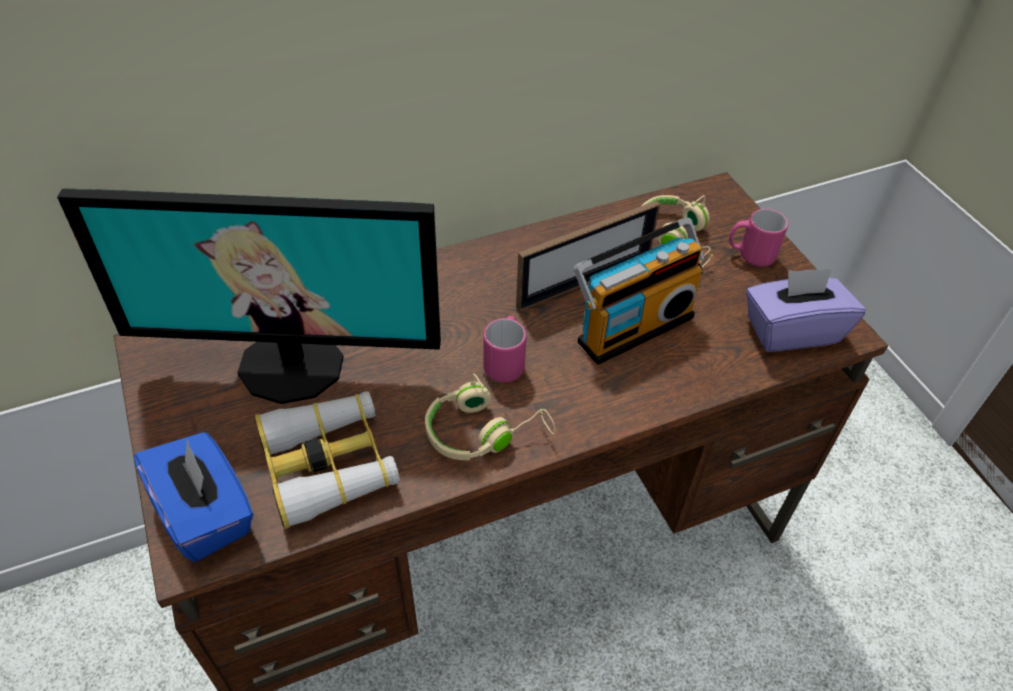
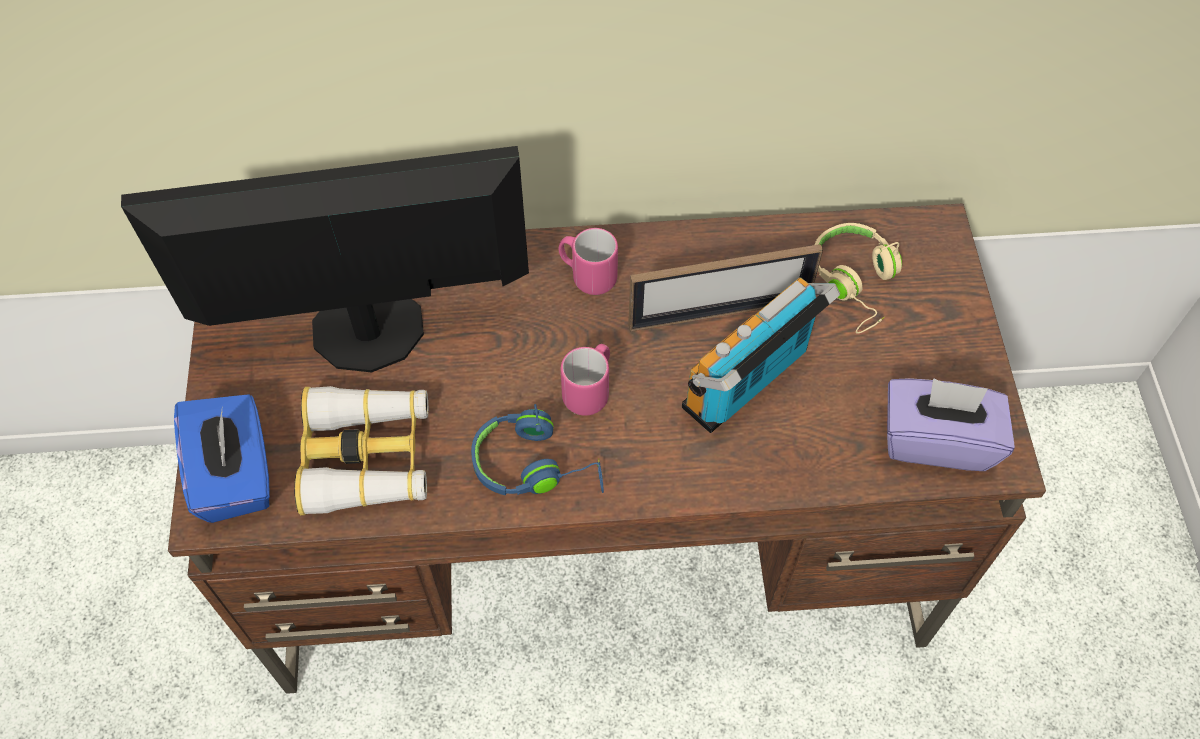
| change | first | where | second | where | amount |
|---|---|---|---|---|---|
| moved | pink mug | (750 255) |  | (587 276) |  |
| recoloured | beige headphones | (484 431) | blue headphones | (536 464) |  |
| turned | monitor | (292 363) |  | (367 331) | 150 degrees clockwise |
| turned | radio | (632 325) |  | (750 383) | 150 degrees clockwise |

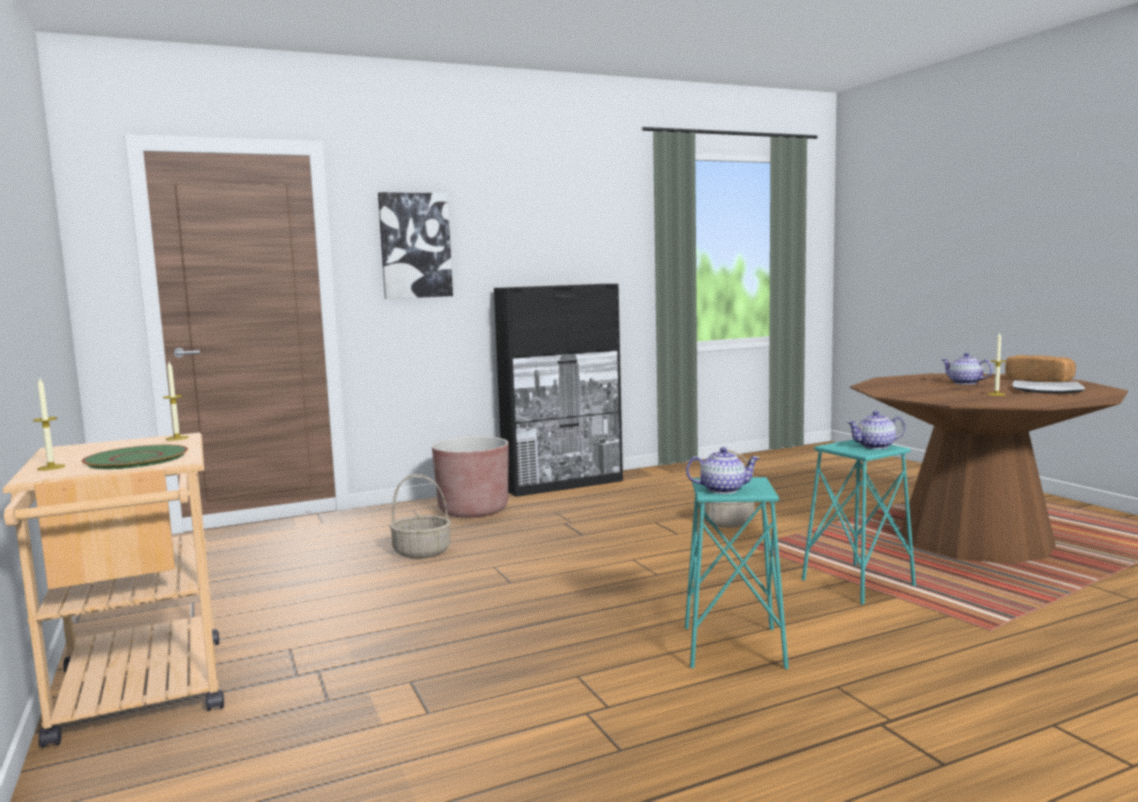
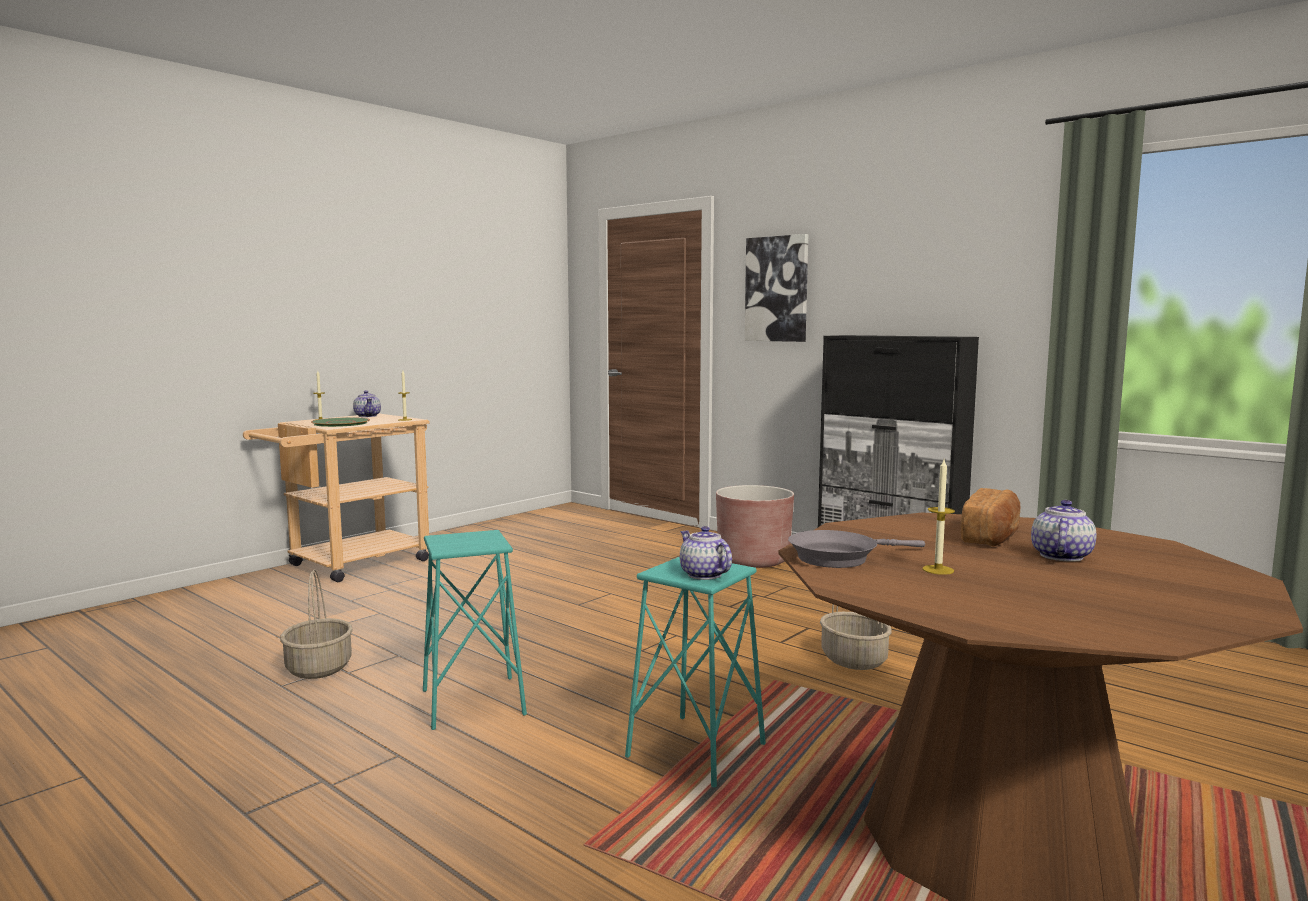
| change | first | where | second | where | amount |
|---|---|---|---|---|---|
| removed | plate | (1048 390) |  |  |  |
| added |  |  | grey frying pan | (839 558) |  |
| moved | basket | (422 552) |  | (319 668) |  |
| moved | teapot | (723 489) |  | (368 416) |  |
| moved | bread | (1039 380) |  | (991 536) |  |

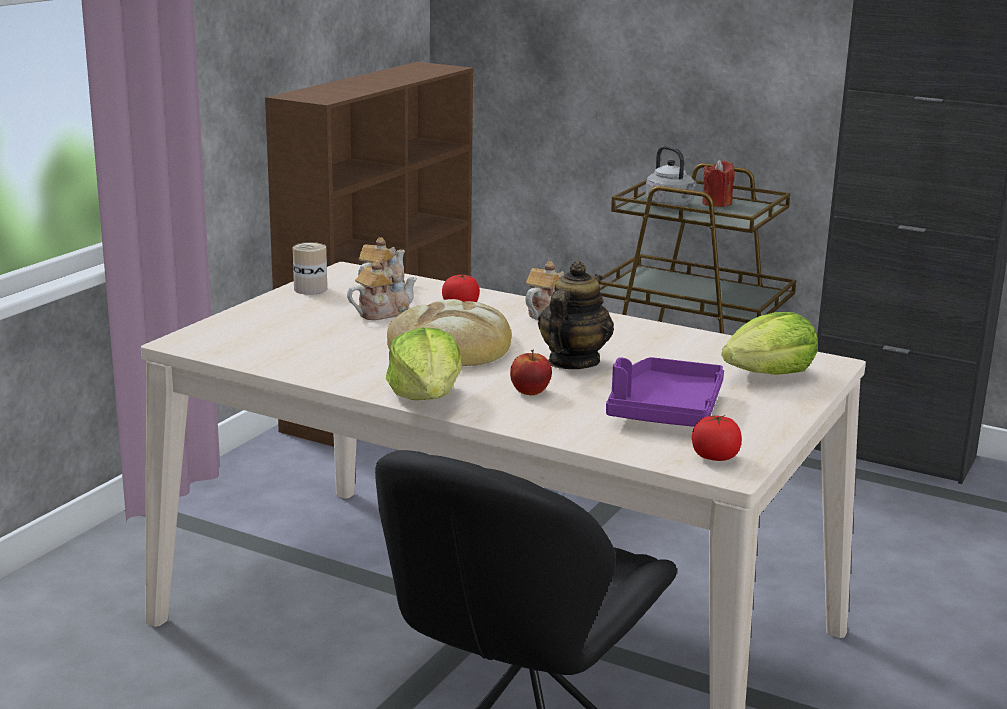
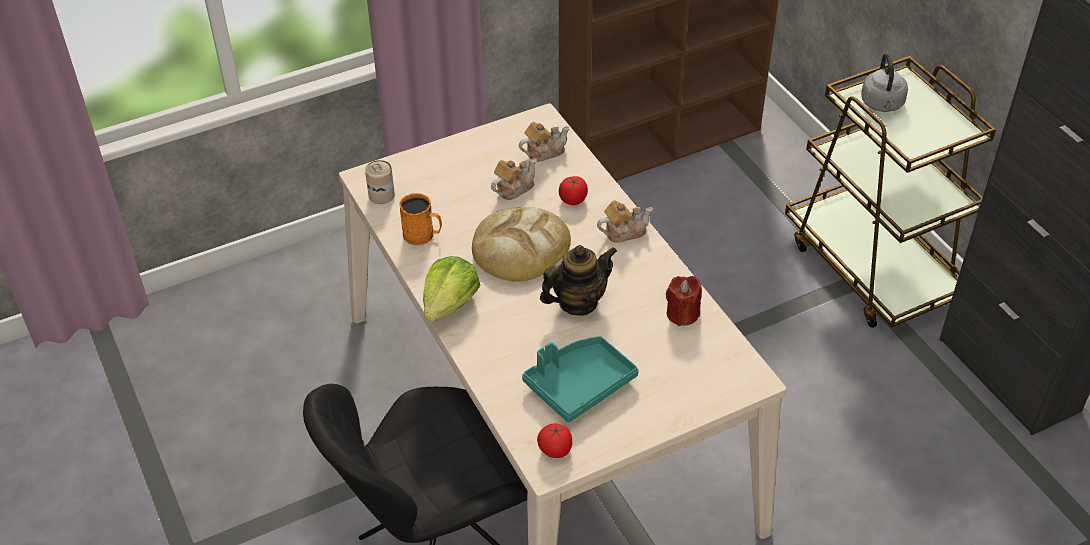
| change | first | where | second | where | amount |
|---|---|---|---|---|---|
| removed | apple | (530 392) |  |  |  |
| removed | lettuce | (769 374) |  |  |  |
| added |  |  | orange mug | (422 235) |  |
| moved | can | (310 289) |  | (381 195) |  |
| moved | red candle | (717 203) |  | (682 314) |  |
| recoloured | purple tray | (665 410) | turquoise tray | (579 384) |  |
| turned | teapot | (382 313) |  | (514 188) | 45 degrees counterclockwise |

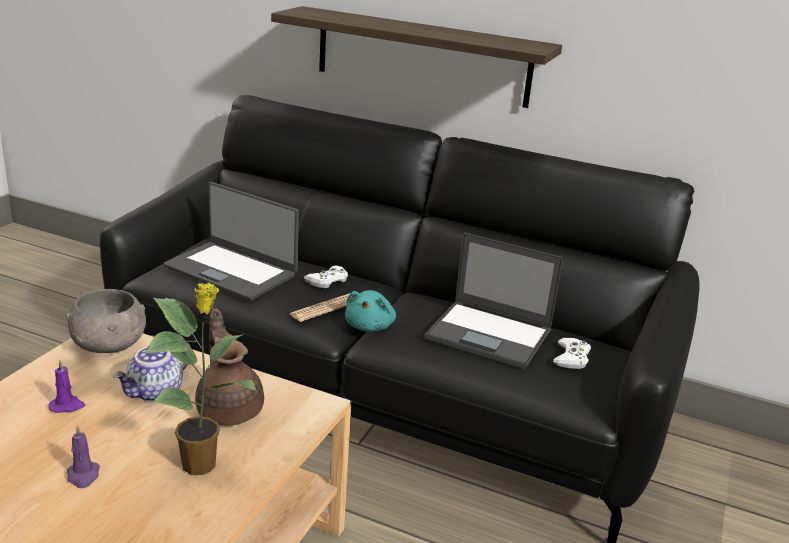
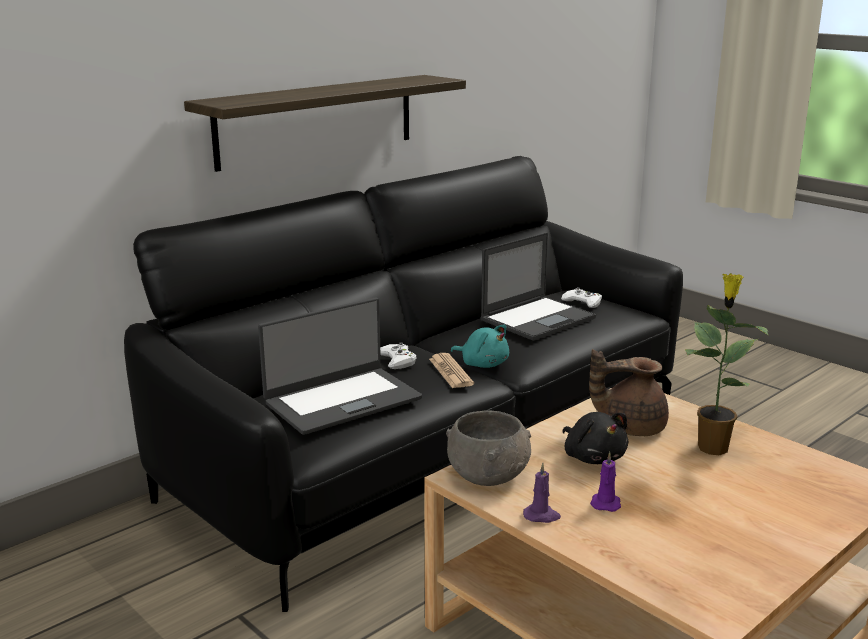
| change | first | where | second | where | amount |
|---|---|---|---|---|---|
| moved | purple candle | (83 476) |  | (542 516) |  |
| replaced | teapot | (156 392) | black plush toy | (593 457) |  |

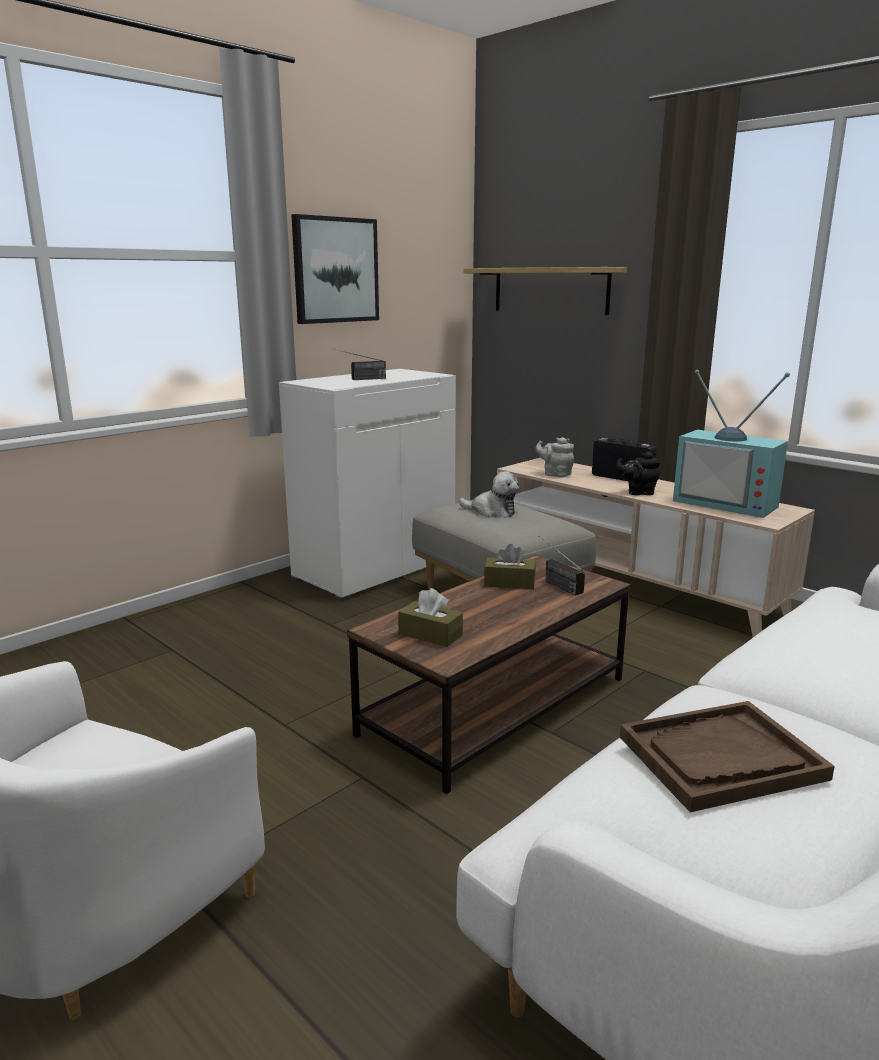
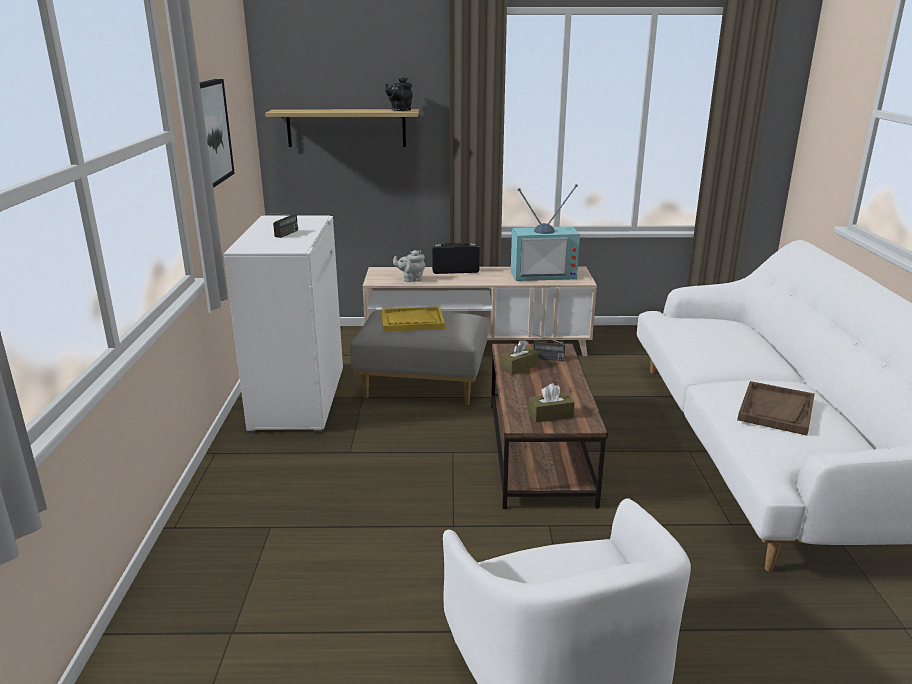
| change | first | where | second | where | amount |
|---|---|---|---|---|---|
| moved | black teapot | (638 492) |  | (400 110) |  |
| replaced | plush toy | (492 512) | yellow tray | (412 321) |  |

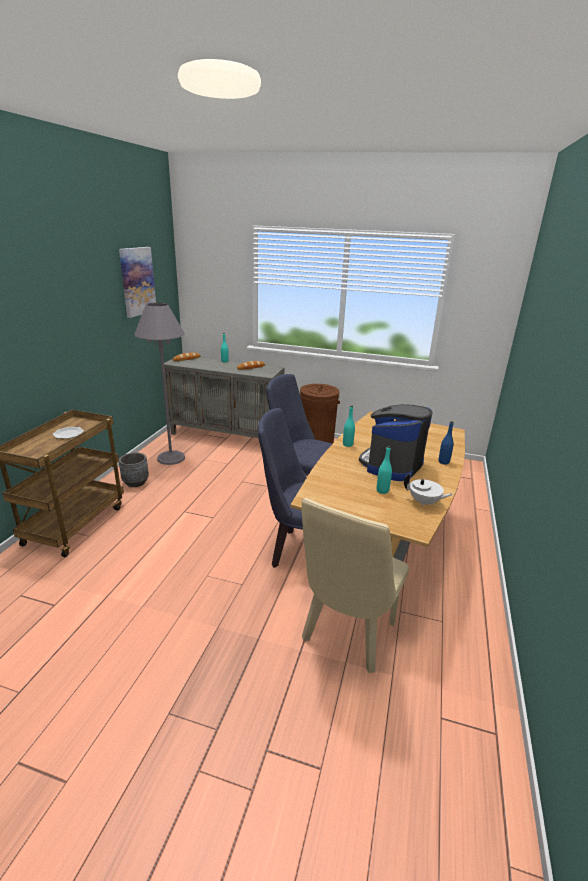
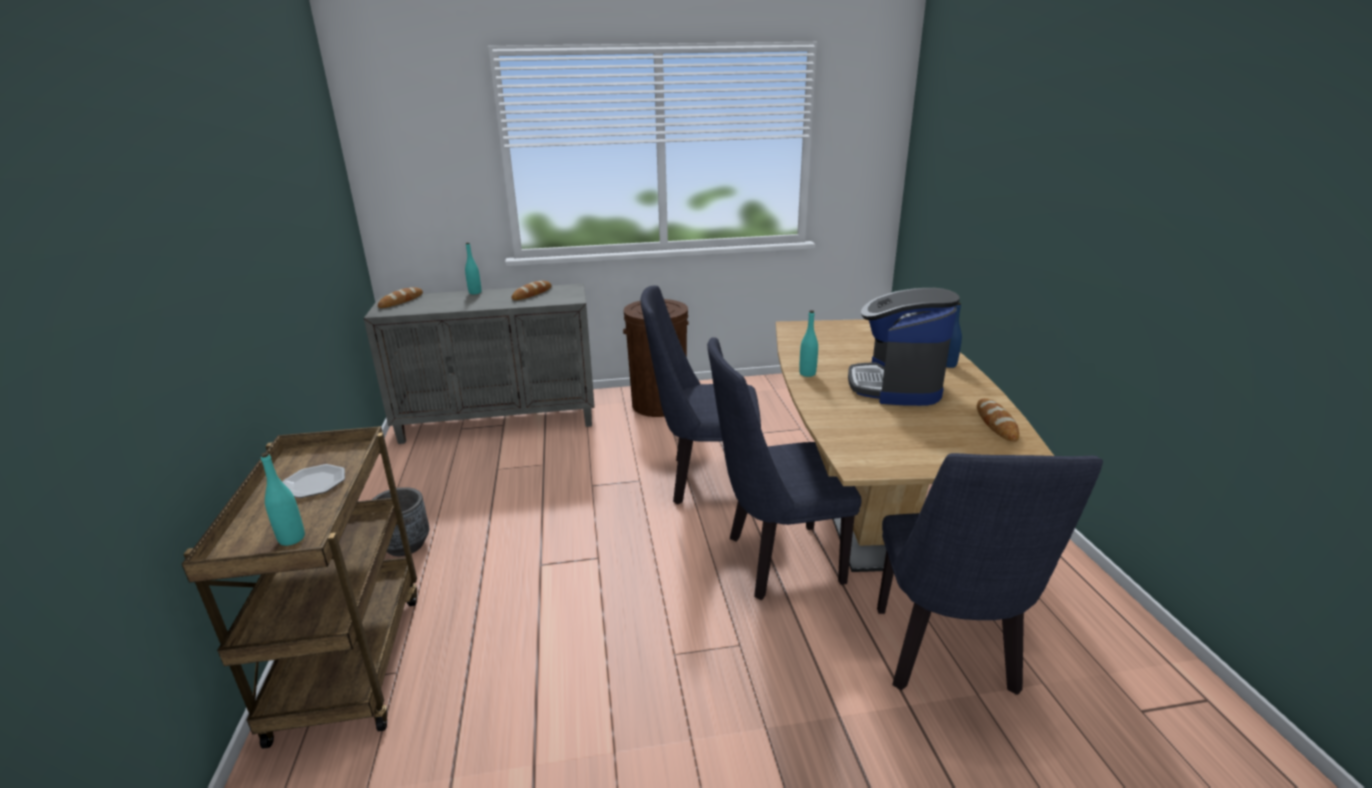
| change | first | where | second | where | amount |
|---|---|---|---|---|---|
| removed | picture | (137 281) |  |  |  |
| removed | grey floor lamp | (171 458) |  |  |  |
| moved | turquoise bottle | (382 490) |  | (292 538) |  |
| replaced | white teapot | (424 502) | bread | (996 423) |  |
| recoloured | beige chair | (346 637) | blue chair | (946 659) |  |

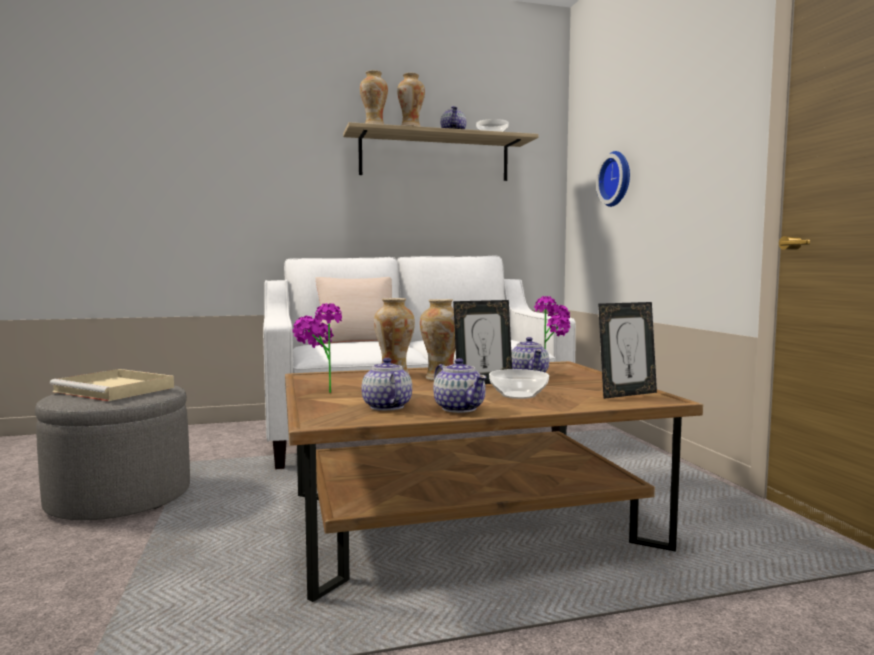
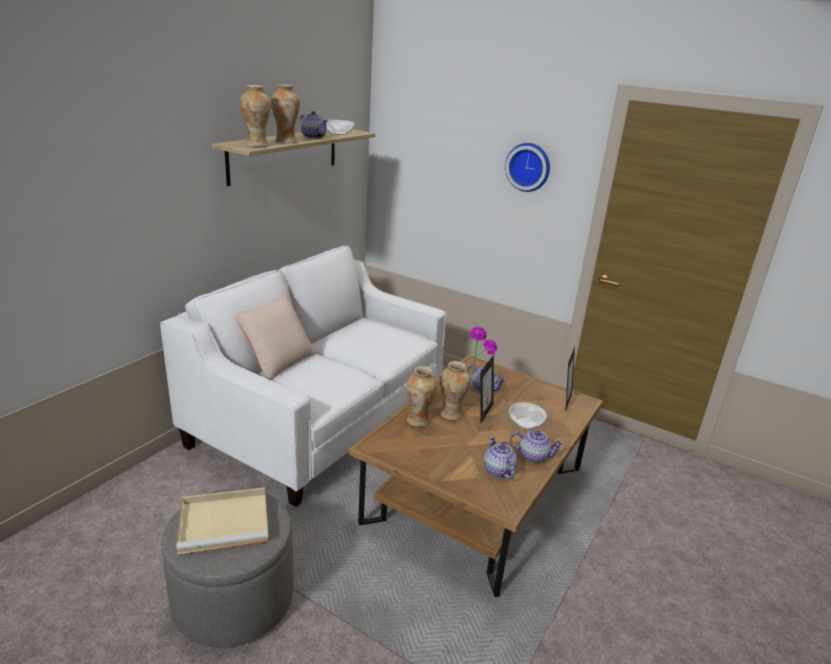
| change | first | where | second | where | amount |
|---|---|---|---|---|---|
| removed | potted plant | (318 392) |  |  |  |
| moved | wall clock | (617 179) |  | (529 167) |  |
| turned | teapot | (386 406) |  | (498 470) | 45 degrees clockwise |

